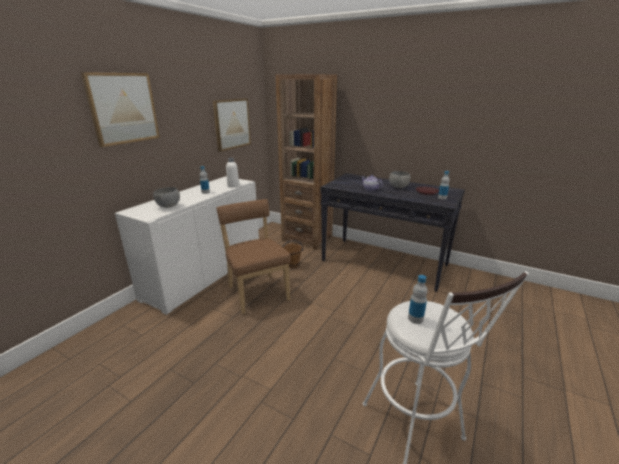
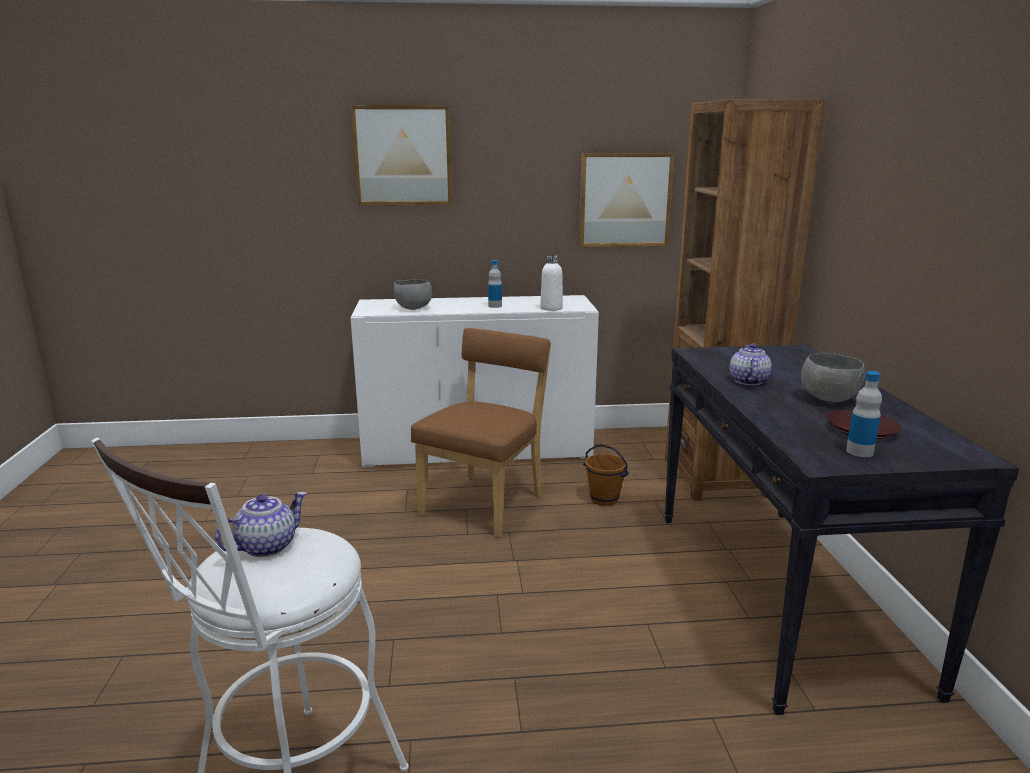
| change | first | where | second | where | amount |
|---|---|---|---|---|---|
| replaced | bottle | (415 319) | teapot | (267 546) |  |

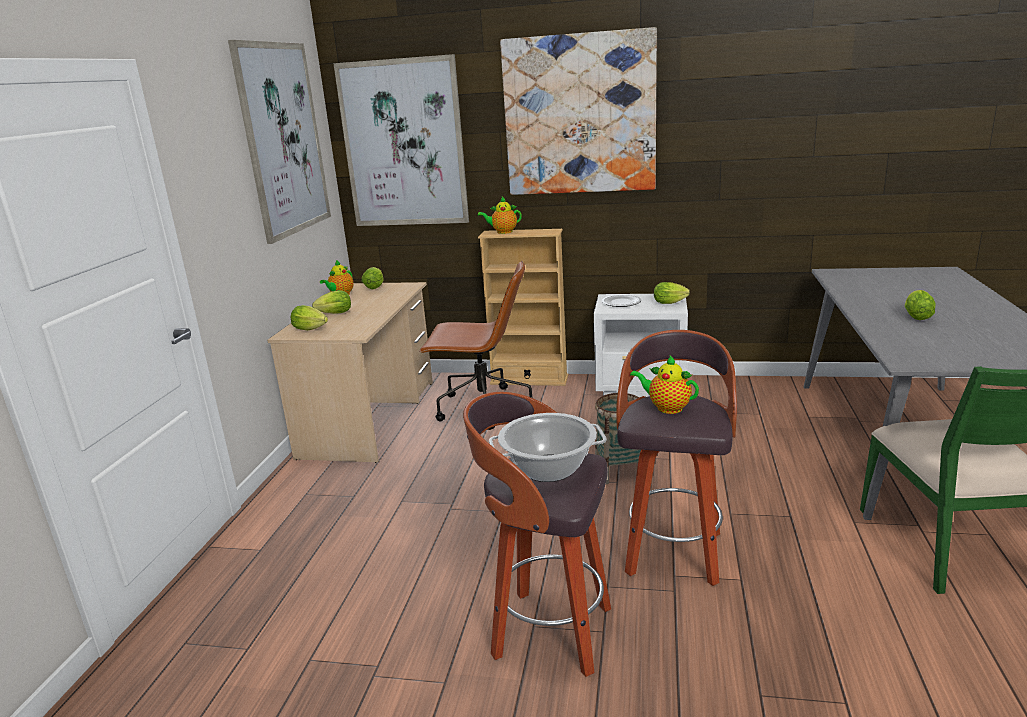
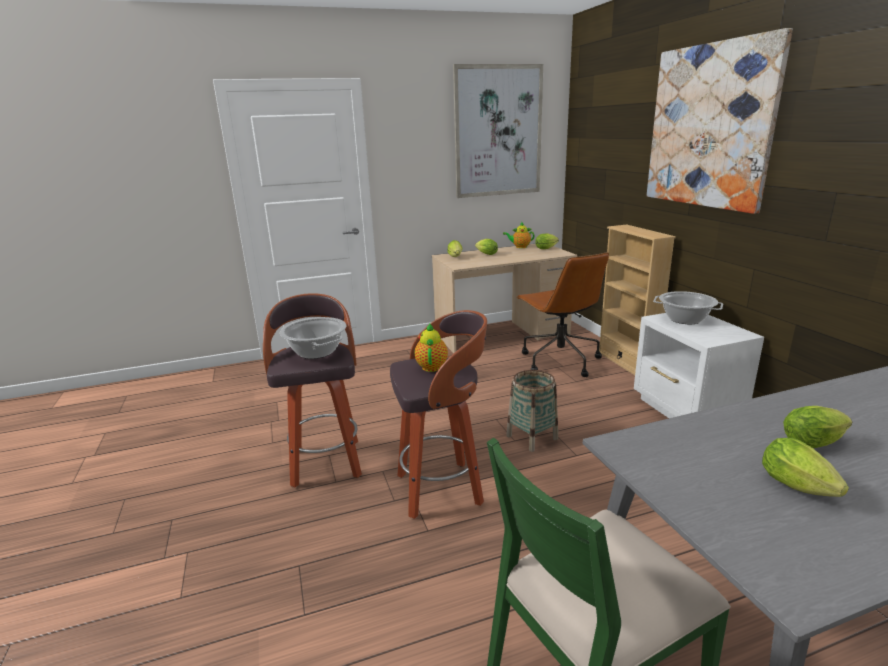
| change | first | where | second | where | amount |
|---|---|---|---|---|---|
| removed | picture | (403 144) |  |  |  |
| removed | teapot | (502 232) |  |  |  |
| moved | lettuce | (671 303) |  | (800 488) |  |
| replaced | plate | (621 302) | cooking pot | (685 319) |  |

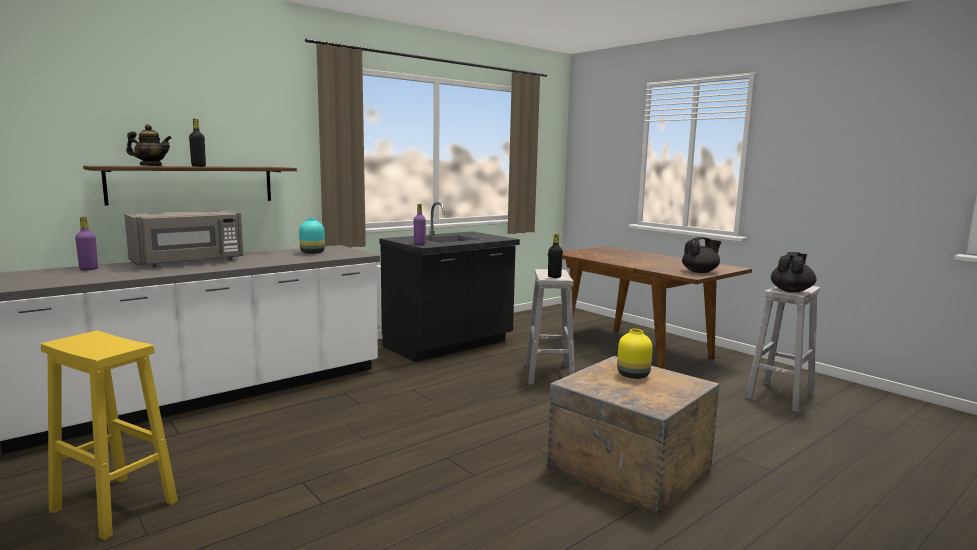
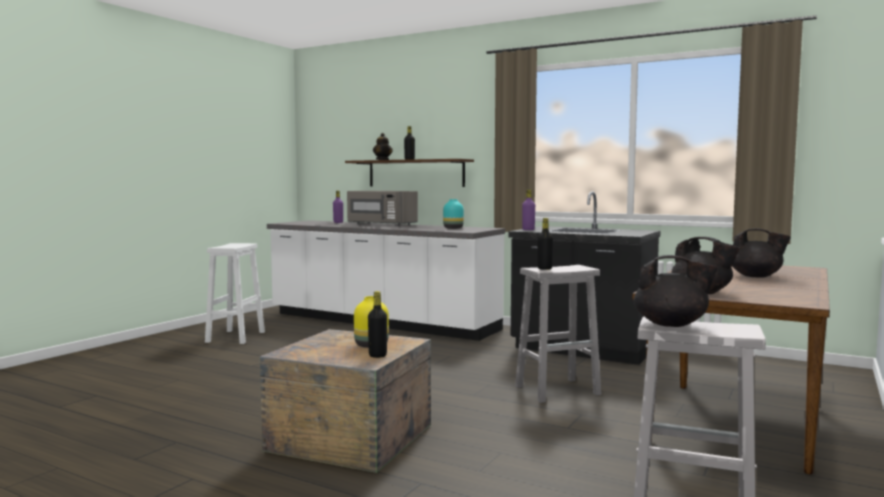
| change | first | where | second | where | amount |
|---|---|---|---|---|---|
| added |  |  | black bottle | (377 355) |  |
| added |  |  | black teapot | (756 276) |  |
| recoloured | yellow stool | (113 506) | white stool | (236 337) |  |

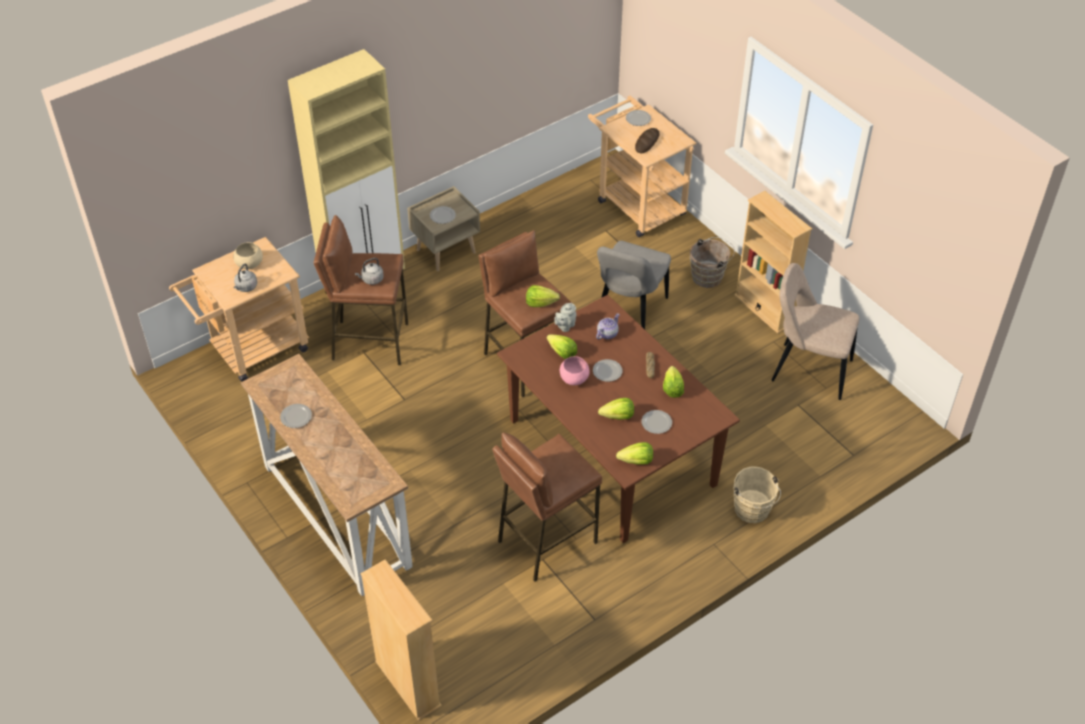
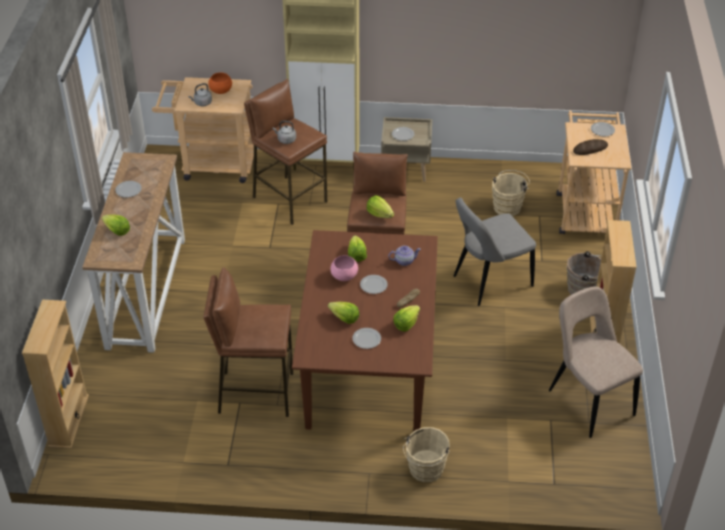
| change | first | where | second | where | amount |
|---|---|---|---|---|---|
| removed | grey teapot | (565 326) |  |  |  |
| added |  |  | beige bucket | (508 206) |  |
| moved | lettuce | (636 461) |  | (117 231) |  |
| recoloured | beige bowl | (250 264) | orange bowl | (221 91) |  |

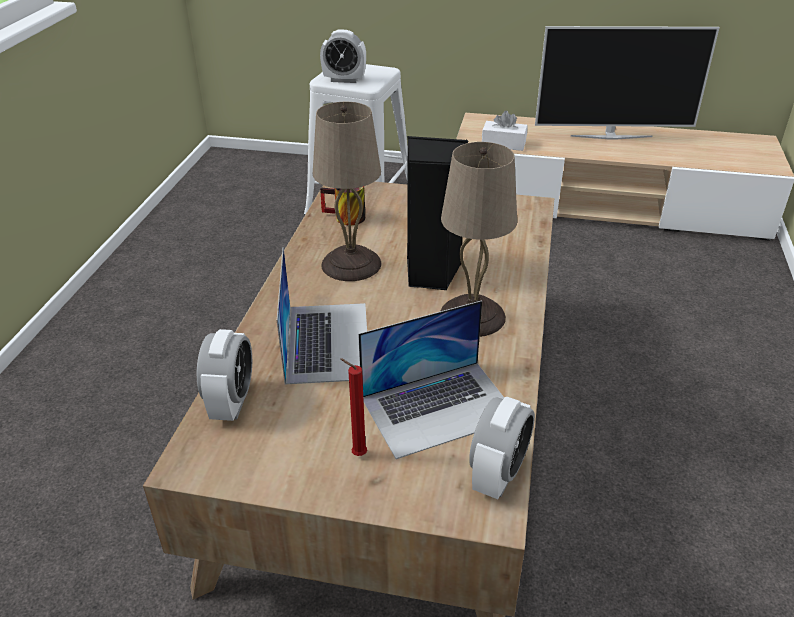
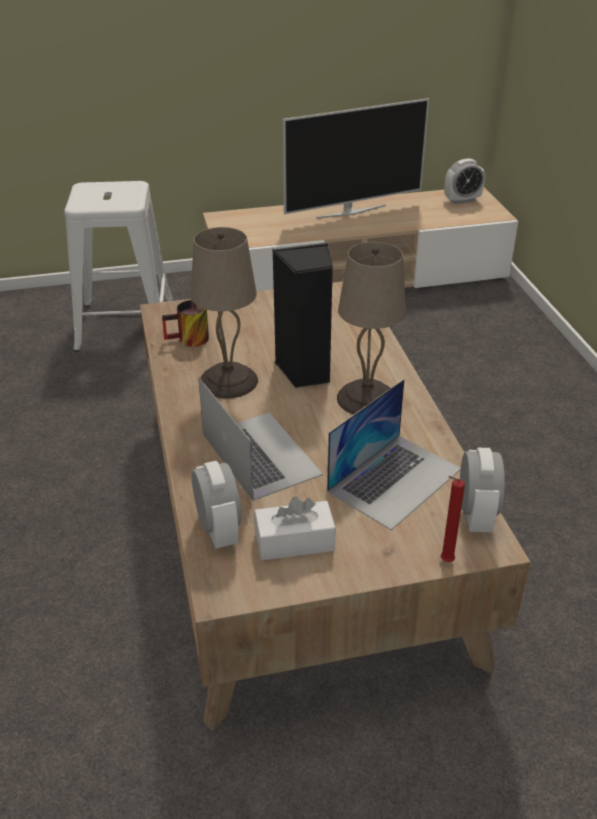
| change | first | where | second | where | amount |
|---|---|---|---|---|---|
| moved | alarm clock | (344 80) |  | (462 200) |  |
| moved | red candle | (356 454) |  | (444 561) |  |
| moved | white tissue box | (503 144) |  | (294 541) |  |

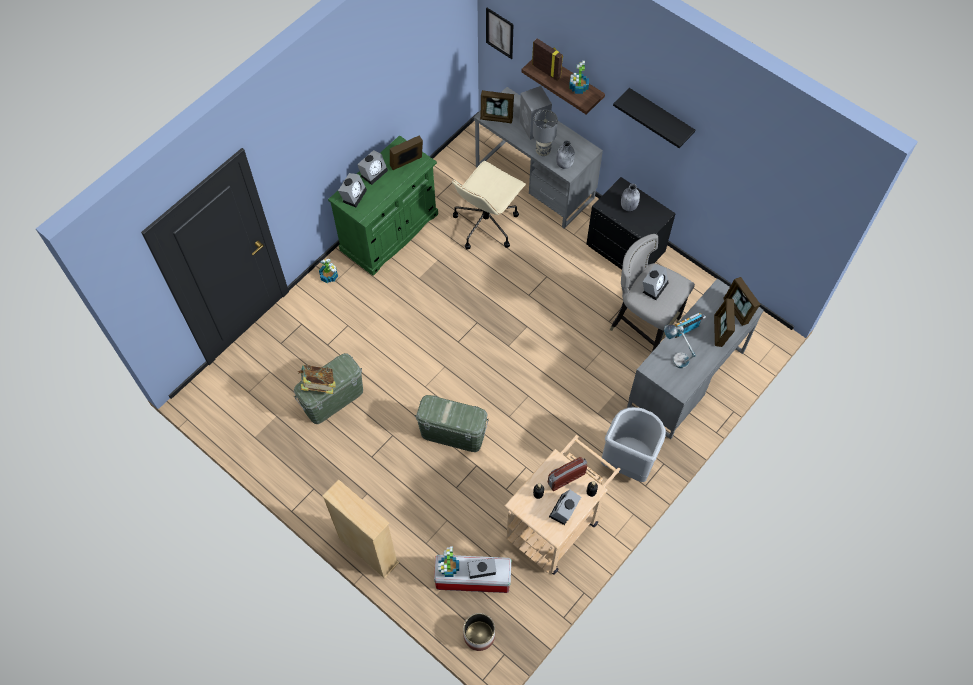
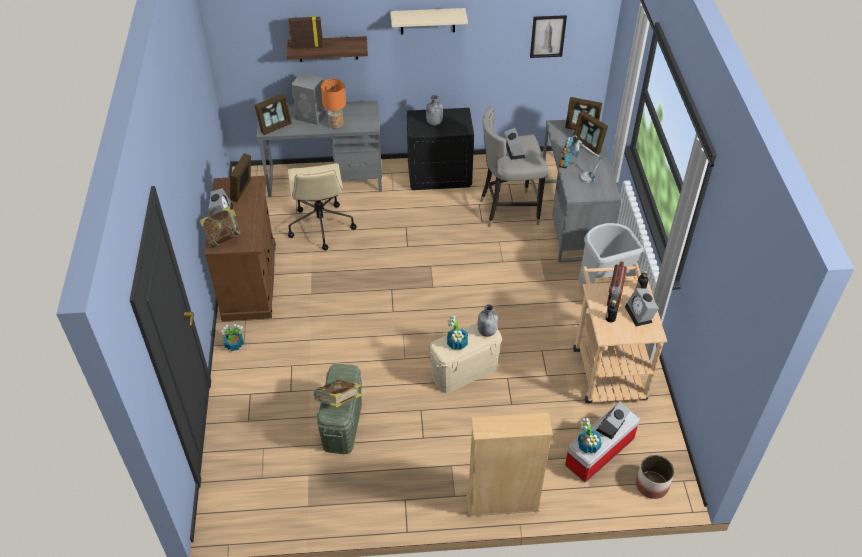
| change | first | where | second | where | amount |
|---|---|---|---|---|---|
| moved | picture | (499 33) |  | (547 36) |  |
| moved | grey bottle | (564 164) |  | (487 331) |  |
| moved | potted plant | (578 88) |  | (457 343) |  |
| replaced | alarm clock | (353 194) | book | (223 237) |  |
| recoloured | green cabinet | (389 232) | brown cabinet | (250 281) |  |
| recoloured | green storage box | (452 433) | beige storage box | (464 372) |  |
| recoloured | grey table lamp | (543 151) | orange table lamp | (336 125) |  |
| recoloured | black shelf | (660 117) | beige shelf | (428 21) |  |

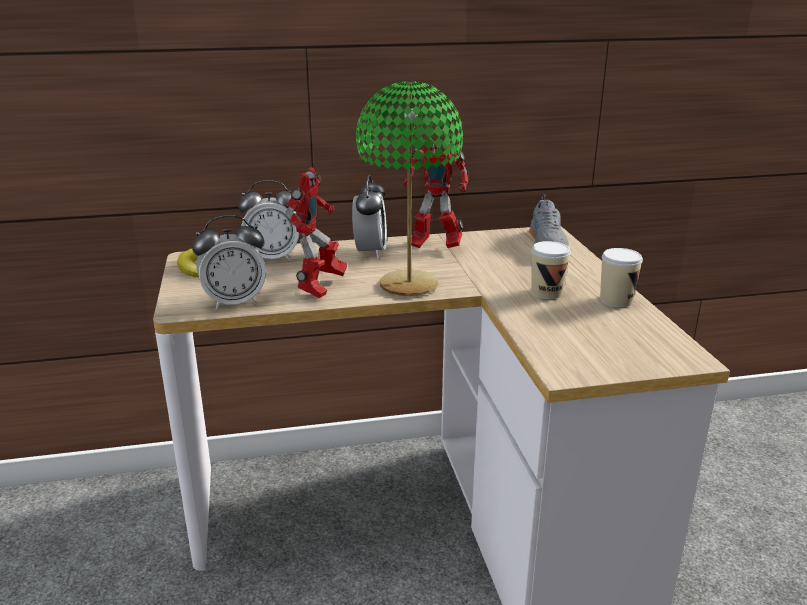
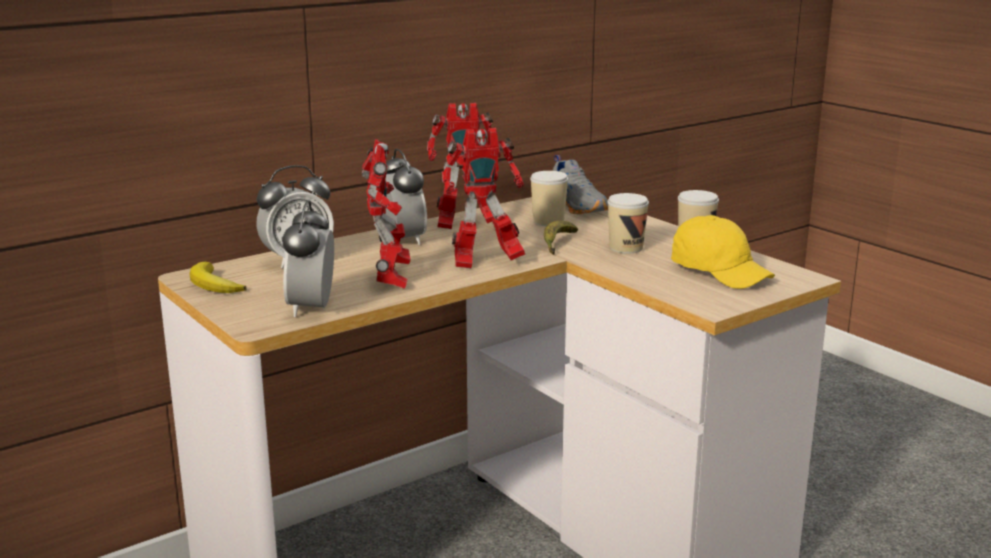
| change | first | where | second | where | amount |
|---|---|---|---|---|---|
| added |  |  | cup | (548 221) |  |
| added |  |  | banana | (557 244) |  |
| added |  |  | yellow cap | (720 272) |  |
| replaced | green table lamp | (409 285) | toy robot | (484 263) |  |
| turned | alarm clock | (234 302) |  | (312 308) | 135 degrees clockwise |

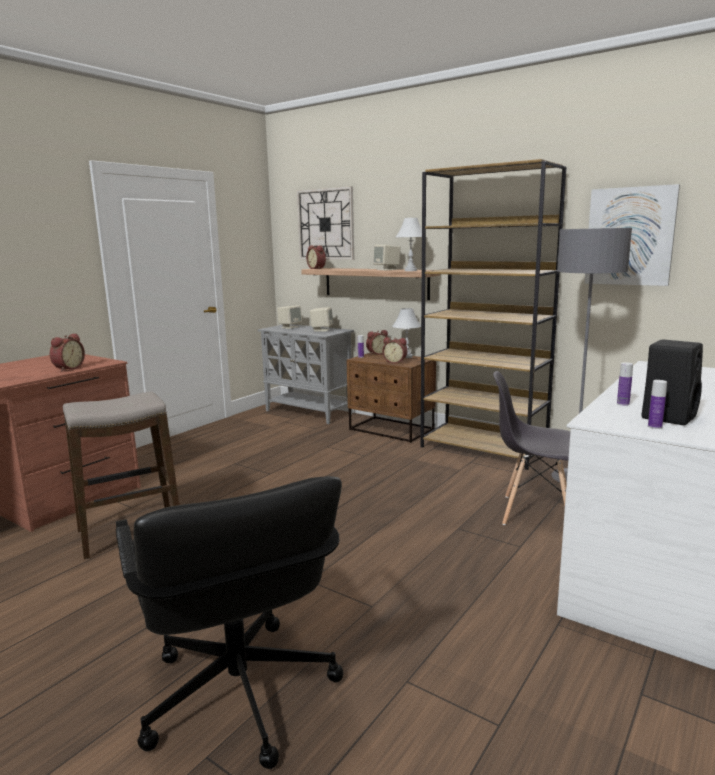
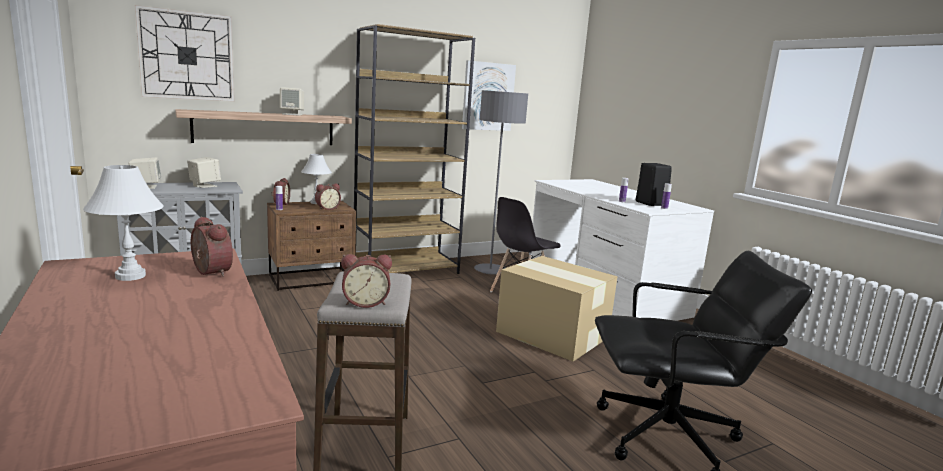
| change | first | where | second | where | amount |
|---|---|---|---|---|---|
| added |  |  | cardboard box | (551 334) |  |
| moved | alarm clock | (317 268) |  | (365 302) |  |
| moved | white table lamp | (410 270) |  | (130 276) |  |

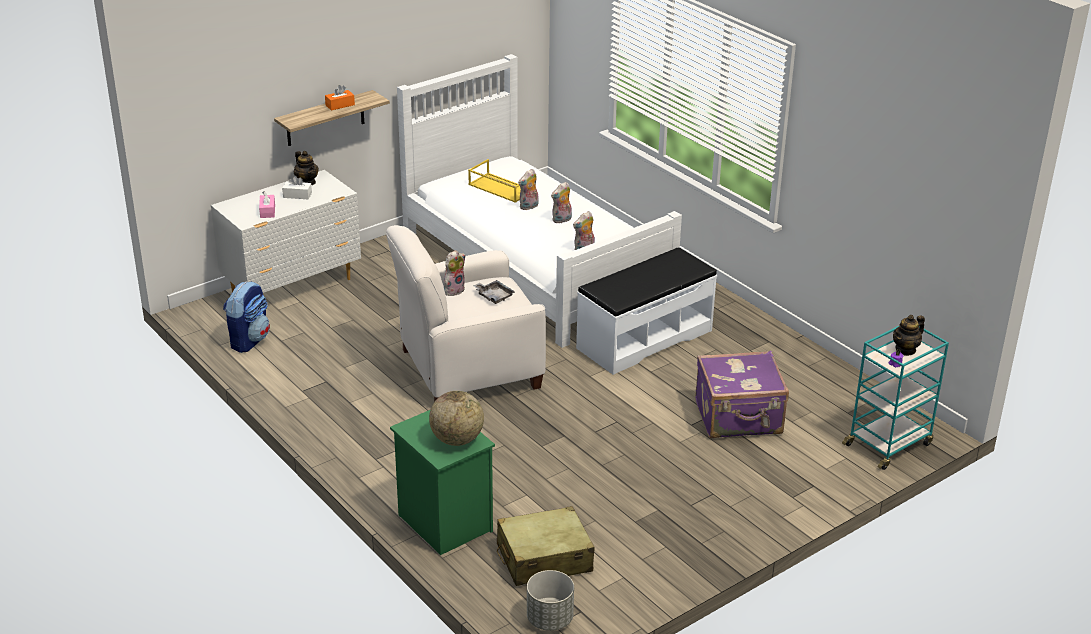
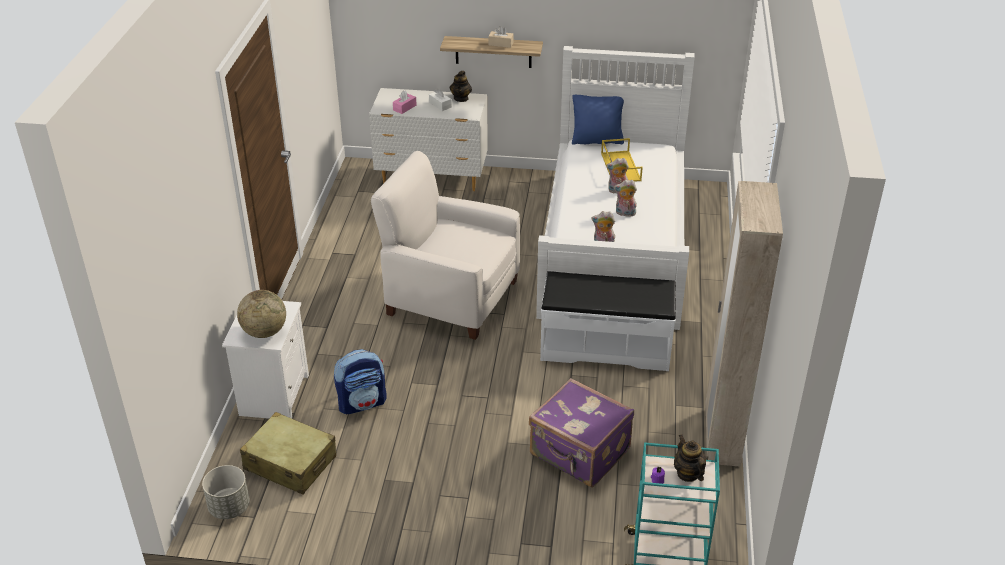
| change | first | where | second | where | amount |
|---|---|---|---|---|---|
| removed | plush toy | (454 290) |  |  |  |
| removed | grey tray | (494 296) |  |  |  |
| added |  |  | blue pillow | (597 140) |  |
| added |  |  | beige wardrobe | (721 436) |  |
| moved | backpack | (249 340) |  | (362 403) |  |
| recoloured | orange tissue box | (340 105) | beige tissue box | (500 44) |  |
| recoloured | green nightstand | (442 522) | white nightstand | (273 394) |  |
| turned | teapot | (905 349) |  | (688 473) | 60 degrees clockwise |

